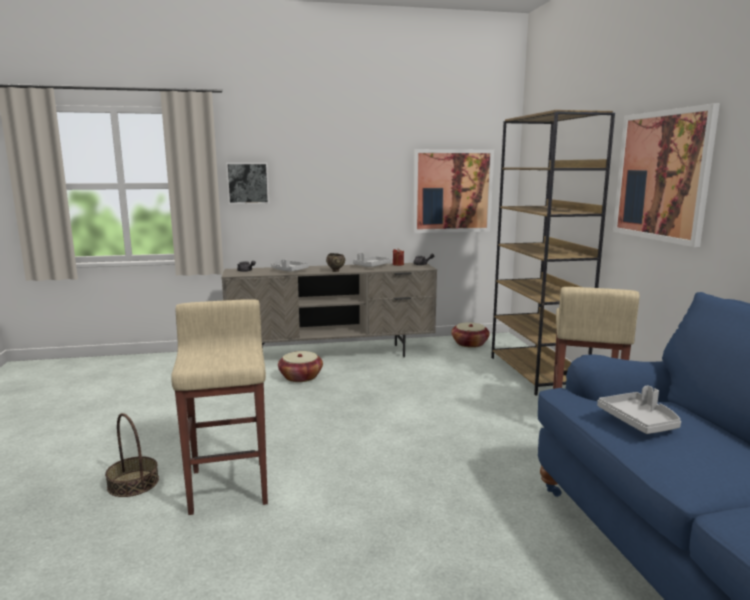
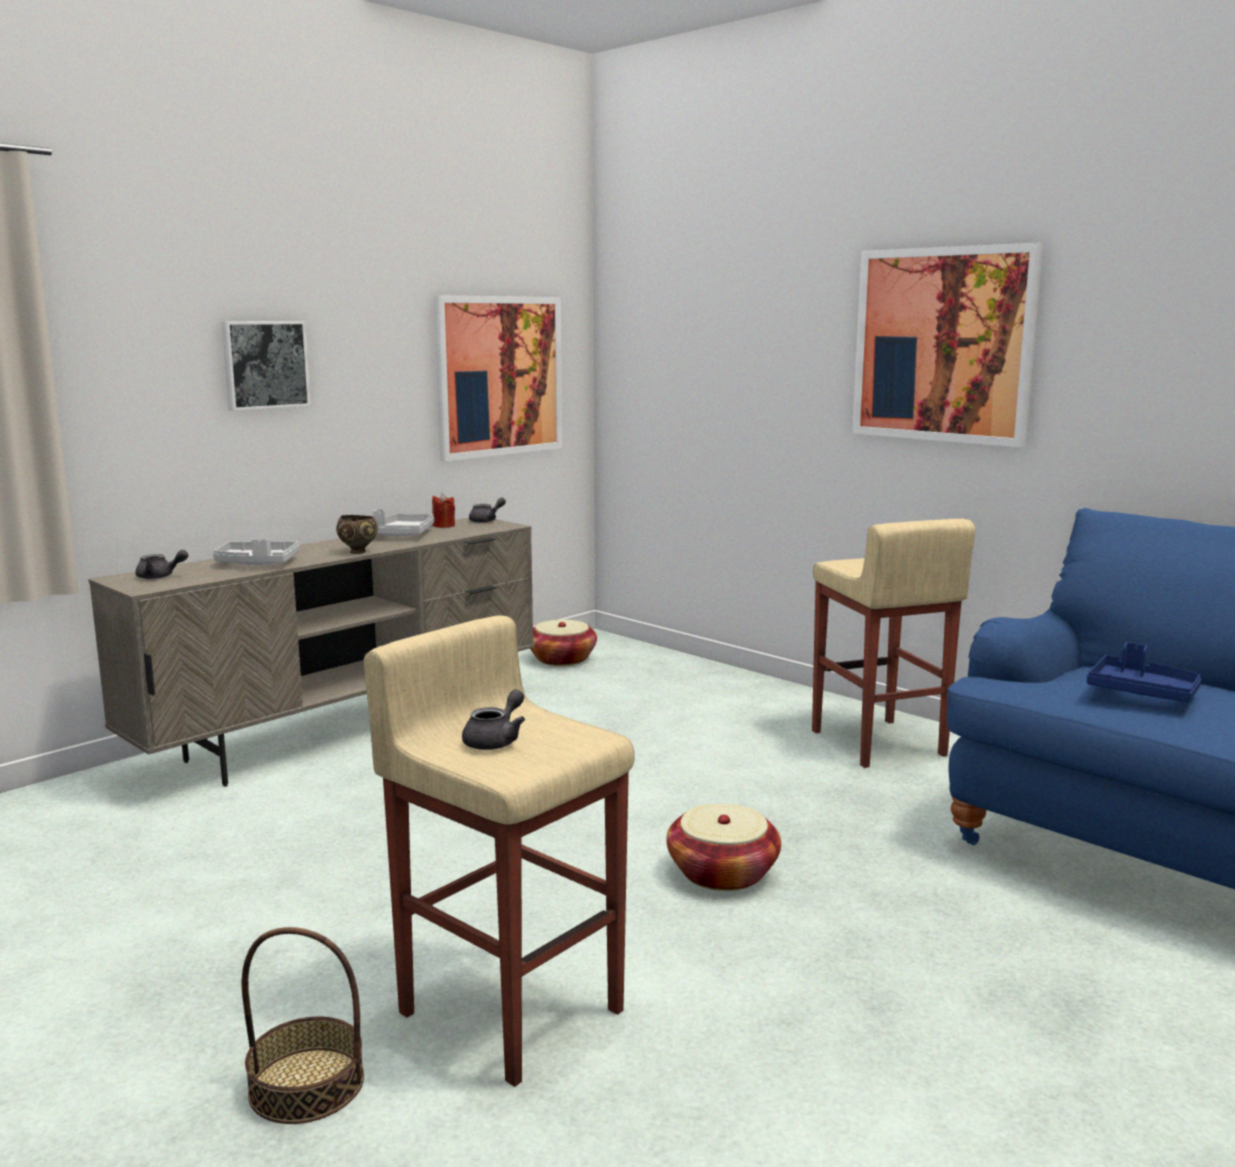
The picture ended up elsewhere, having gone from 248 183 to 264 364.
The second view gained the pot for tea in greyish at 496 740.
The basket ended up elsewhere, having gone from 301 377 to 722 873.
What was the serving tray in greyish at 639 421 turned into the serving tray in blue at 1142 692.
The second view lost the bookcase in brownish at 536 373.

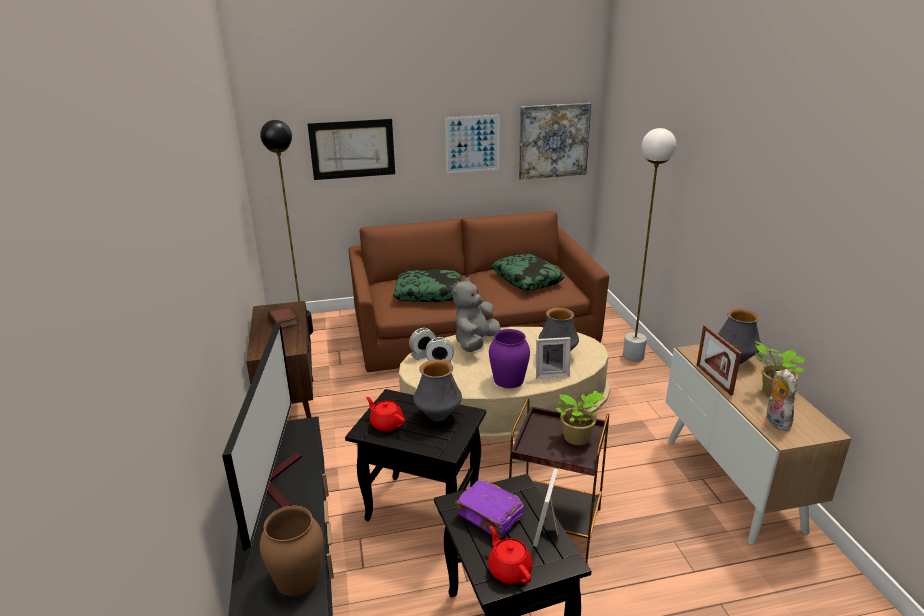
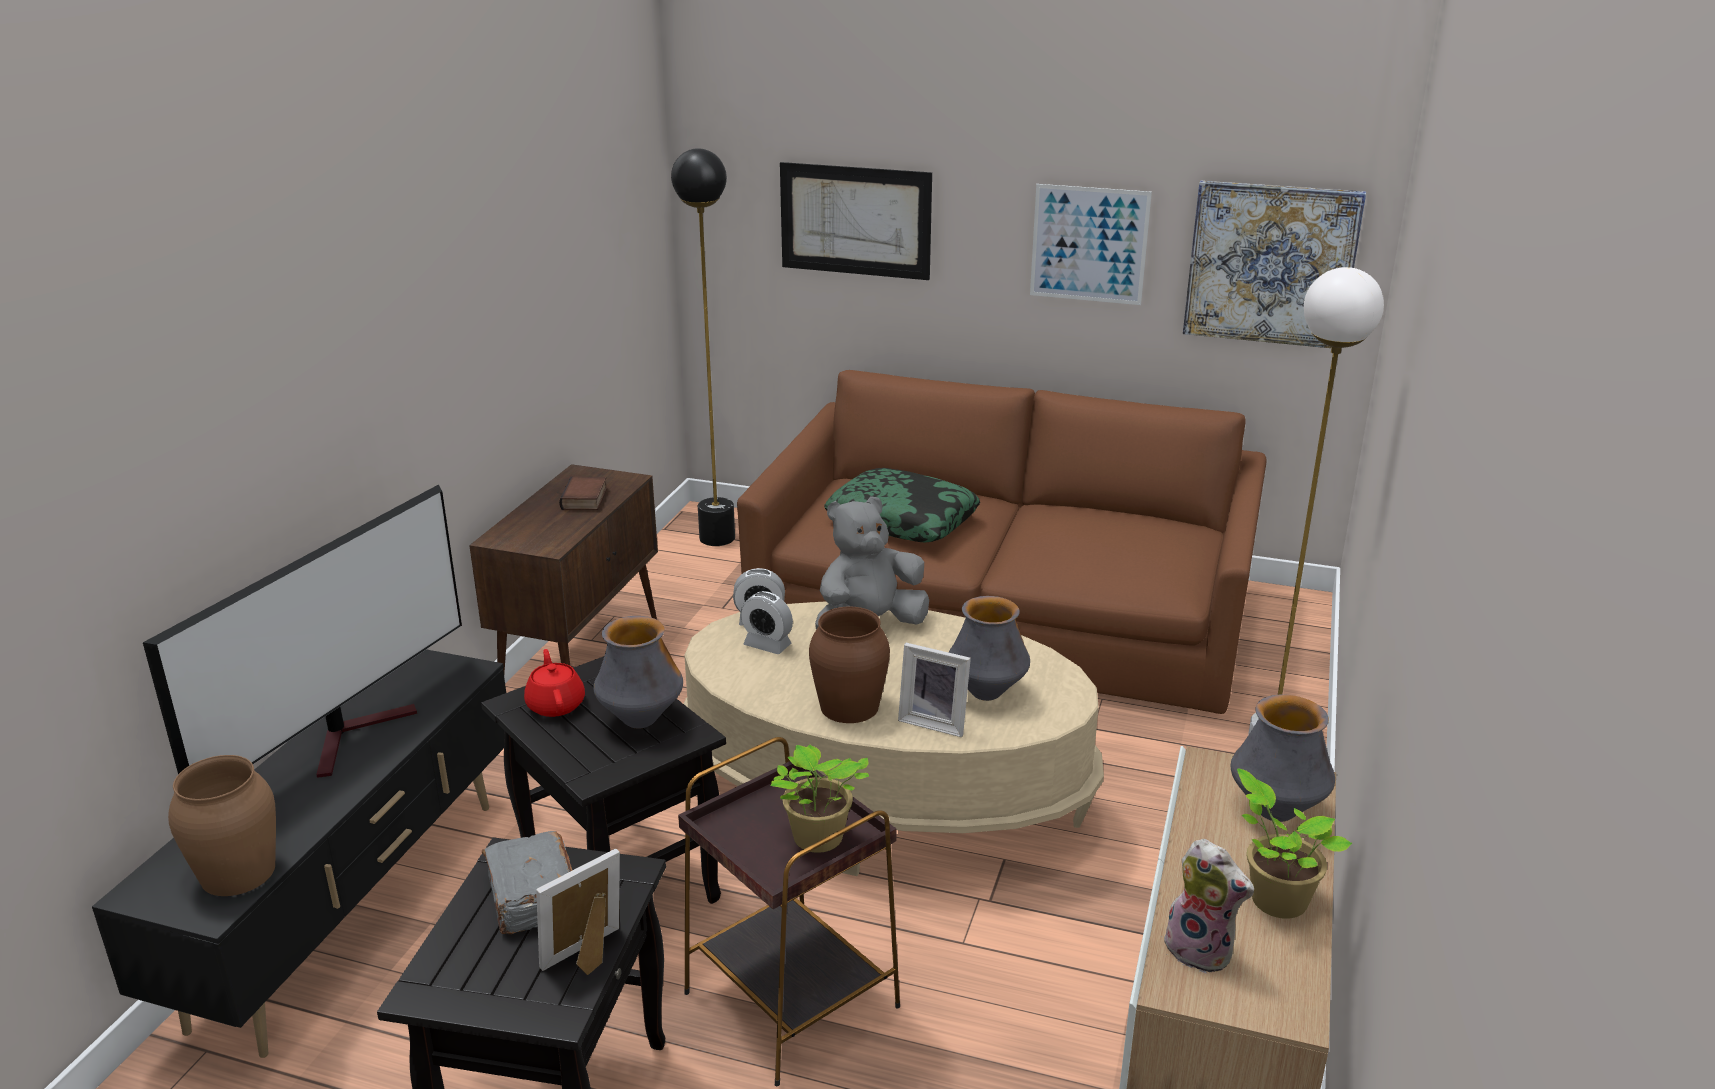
What was the bound book in purplish at 490 517 turned into the bound book in greyish at 532 898.
What was the flower vase in purplish at 509 380 turned into the flower vase in brownish at 849 707.
The soft toy at 775 421 ended up facing another way, 105 degrees clockwise from before.
The second view lost the pot for tea in reddish at 509 569.
The second view lost the throw pillow at 527 279.
The second view lost the picture frame at 714 379.

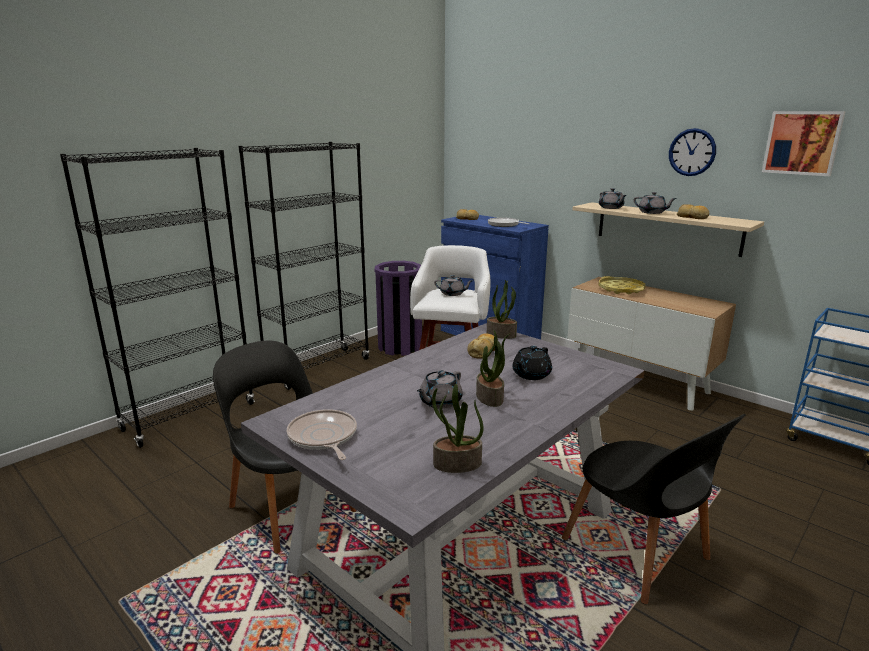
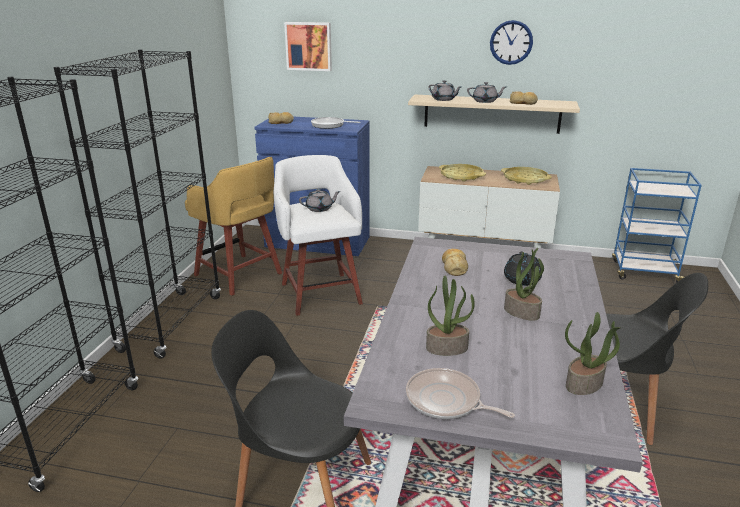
Where the rubbish bin in purplish stood at 400 347, the stool seat in yellow-coloured came to stand at 239 275.
The picture ended up elsewhere, having gone from 802 143 to 309 46.
The potted plant ended up elsewhere, having gone from 501 334 to 447 347.
The second view gained the serving tray in yellow-coloured at 525 179.
The second view lost the pot for tea in greyish at 439 402.

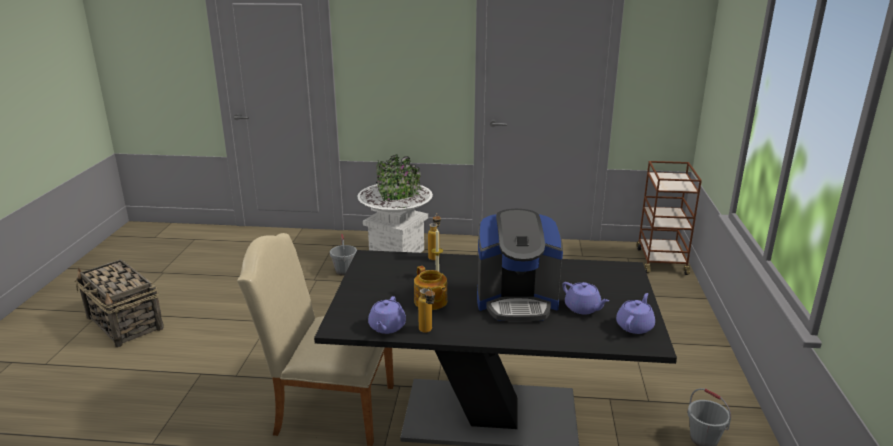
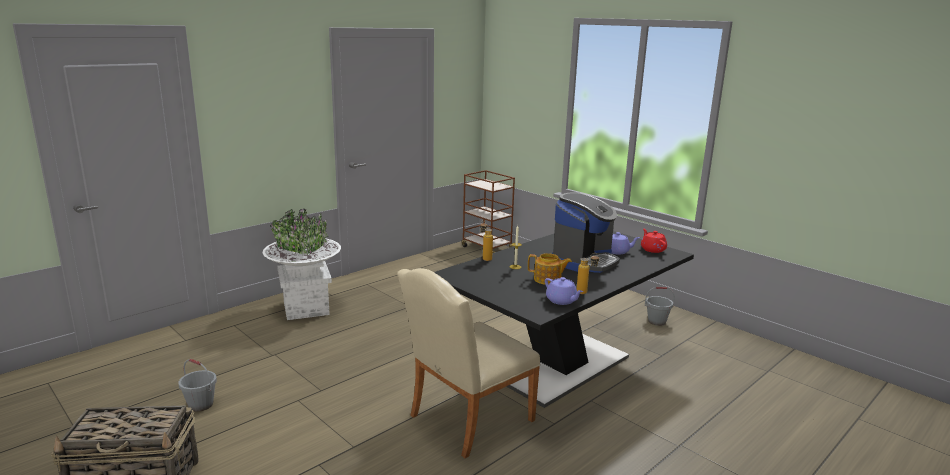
The bucket in greyish ended up elsewhere, having gone from 344 271 to 200 405.
What was the pot for tea in purplish at 635 326 turned into the pot for tea in reddish at 652 249.

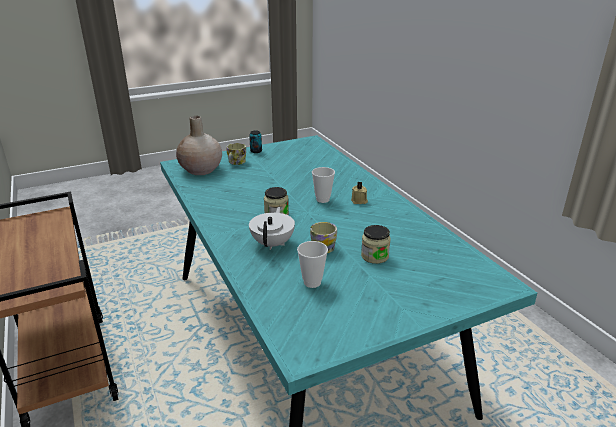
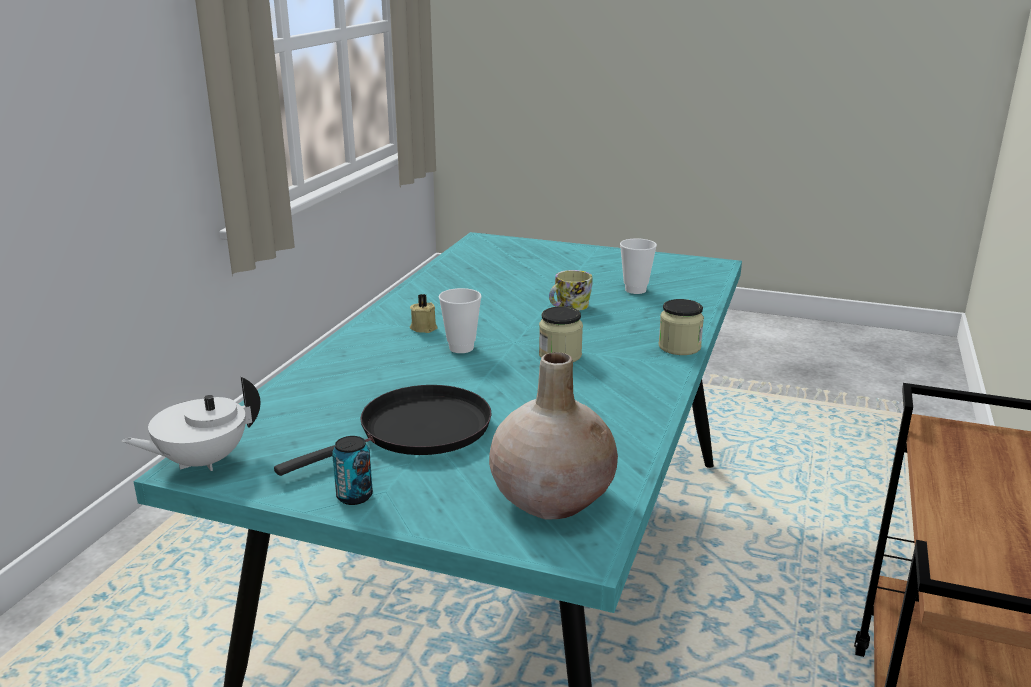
The pot for tea in white-coloured ended up elsewhere, having gone from 273 243 to 202 461.
The second view gained the frying pan in blackish at 418 431.
The storage jar ended up elsewhere, having gone from 374 256 to 679 347.
The second view lost the tea mug at 235 163.

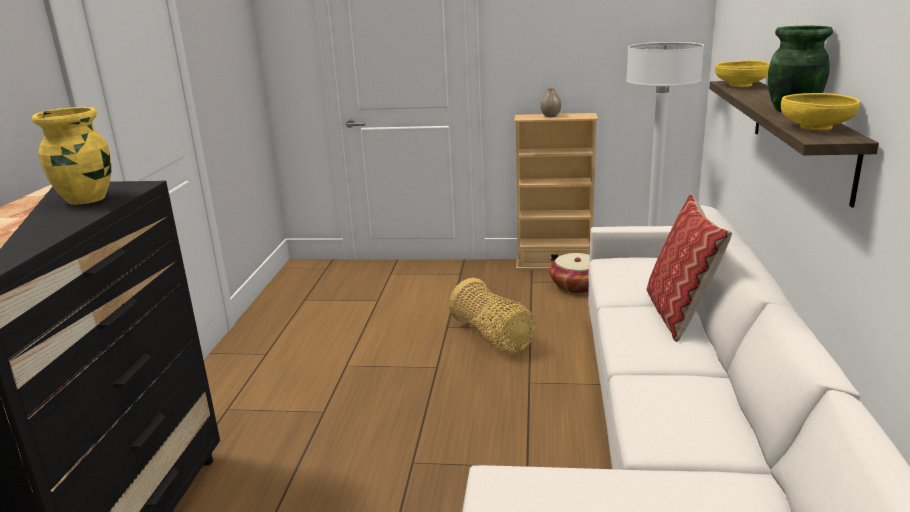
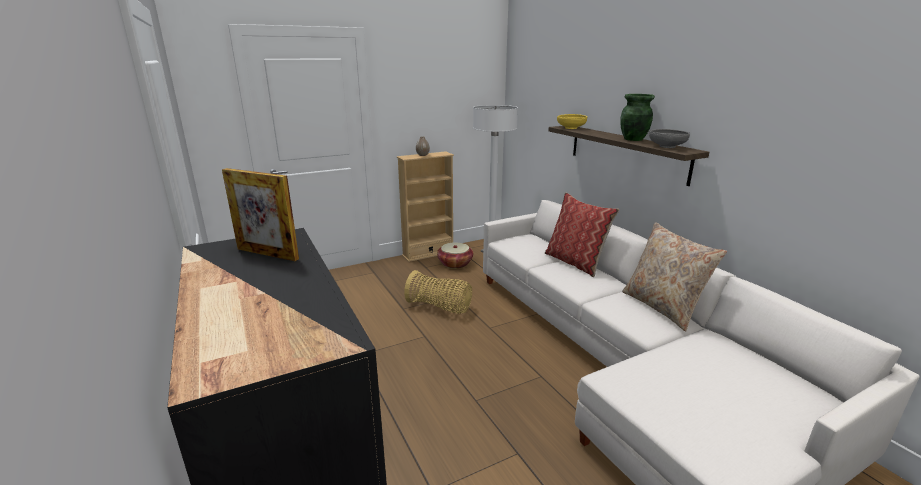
Where the flower vase in yellow-coloured stood at 87 199, the picture frame came to stand at 267 254.
The second view gained the throw pillow in beige-coloured at 662 307.
What was the deep dish in yellow-coloured at 815 127 turned into the deep dish in greyish at 666 146.

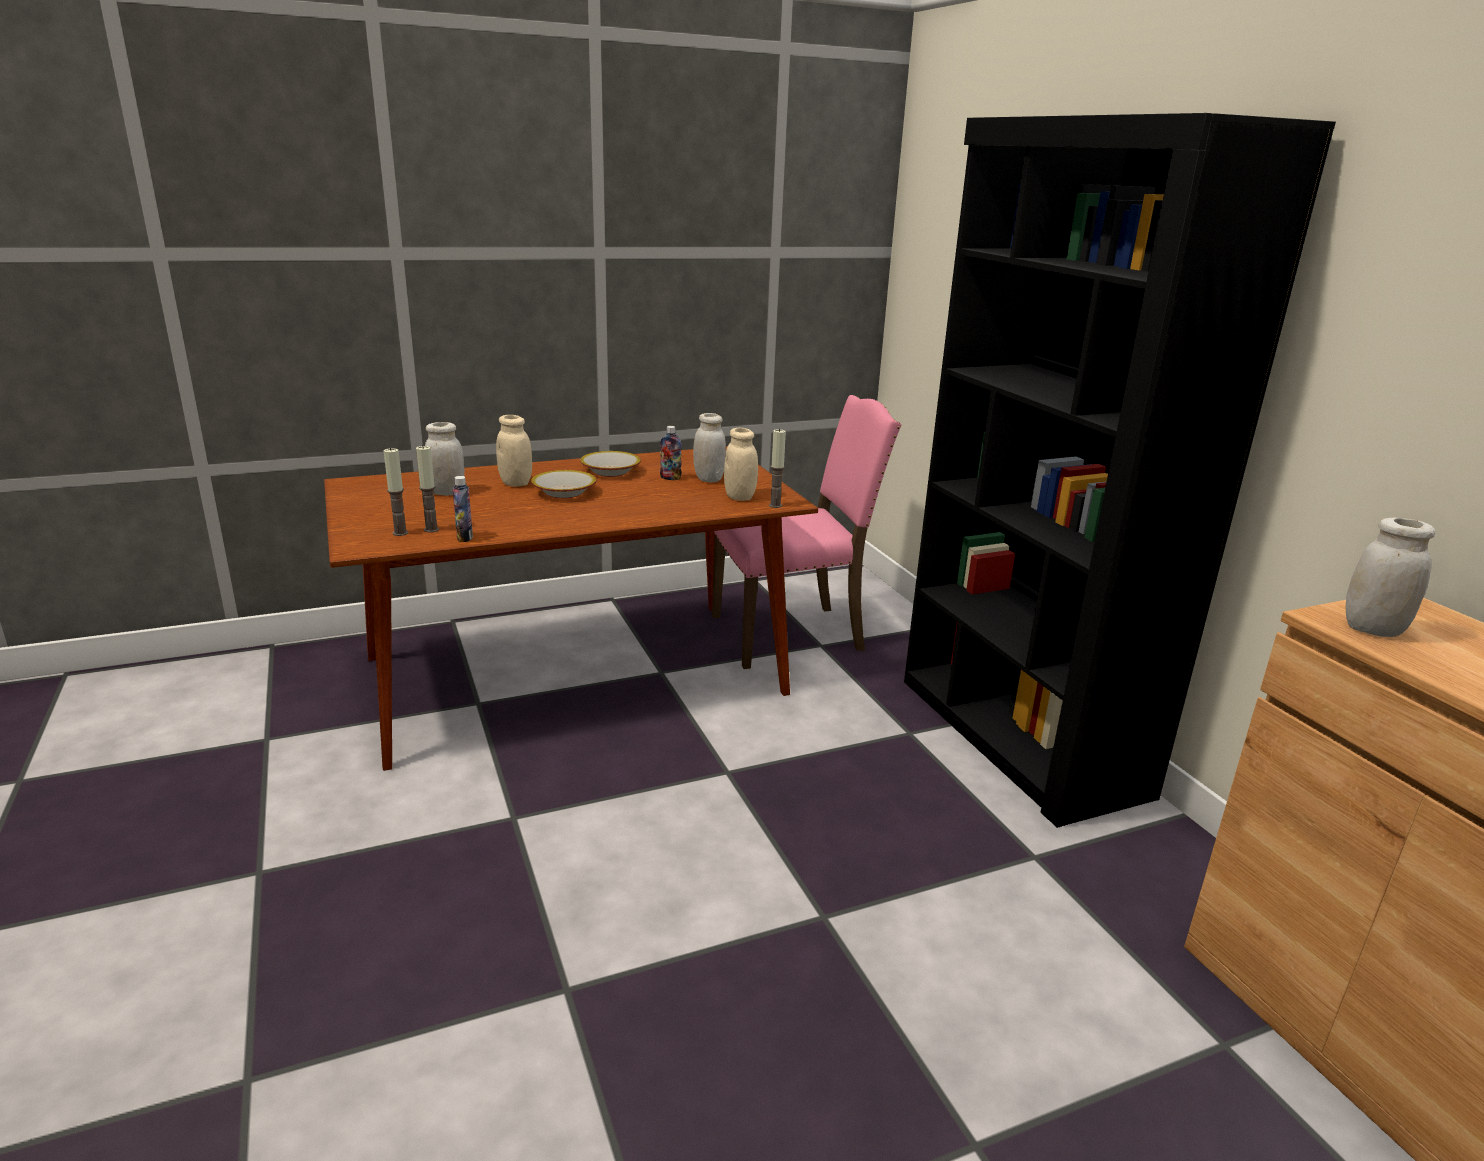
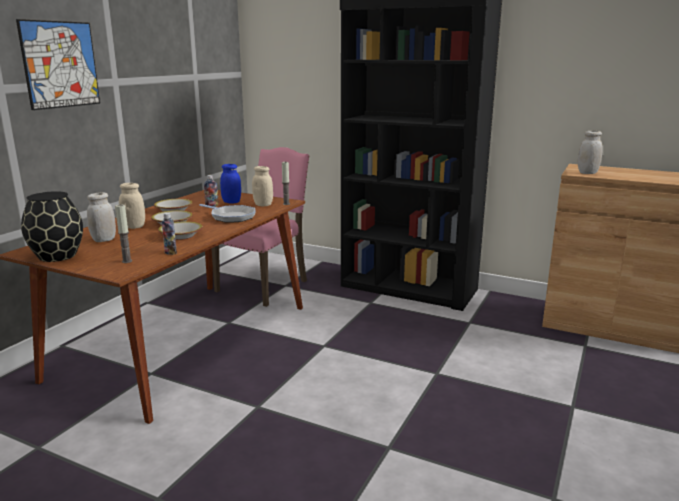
The second view gained the picture at 60 64.
The second view gained the flower vase in blackish at 56 256.
The second view gained the deep dish at 181 236.
The second view gained the frying pan at 231 217.
What was the storage jar in white-coloured at 709 479 turned into the storage jar in blue at 231 202.
The second view lost the candle at 431 529.

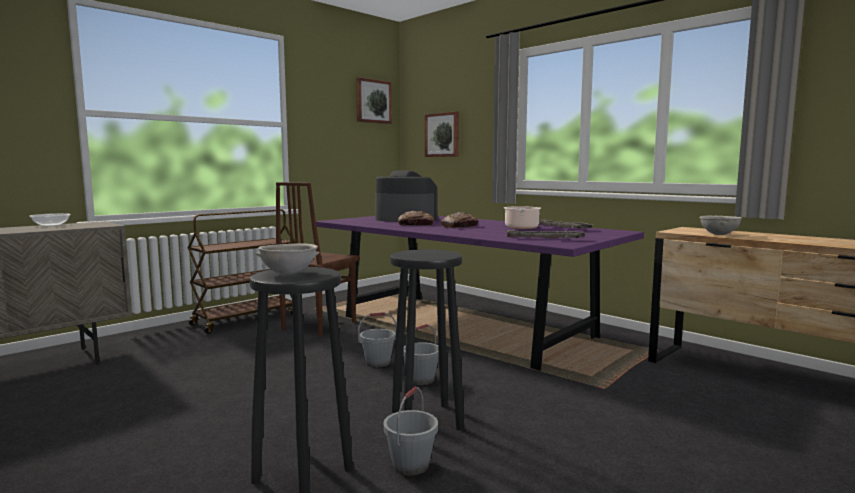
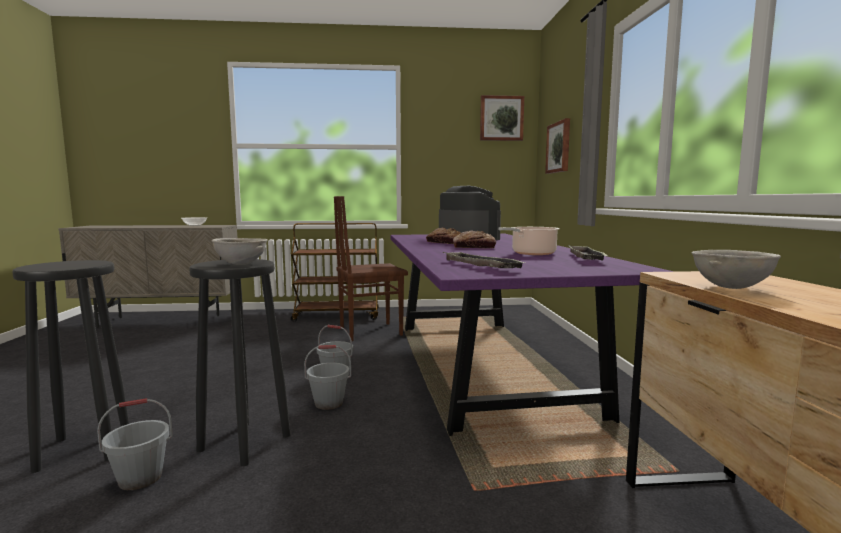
The deep dish in greyish ended up elsewhere, having gone from 288 274 to 241 264.

